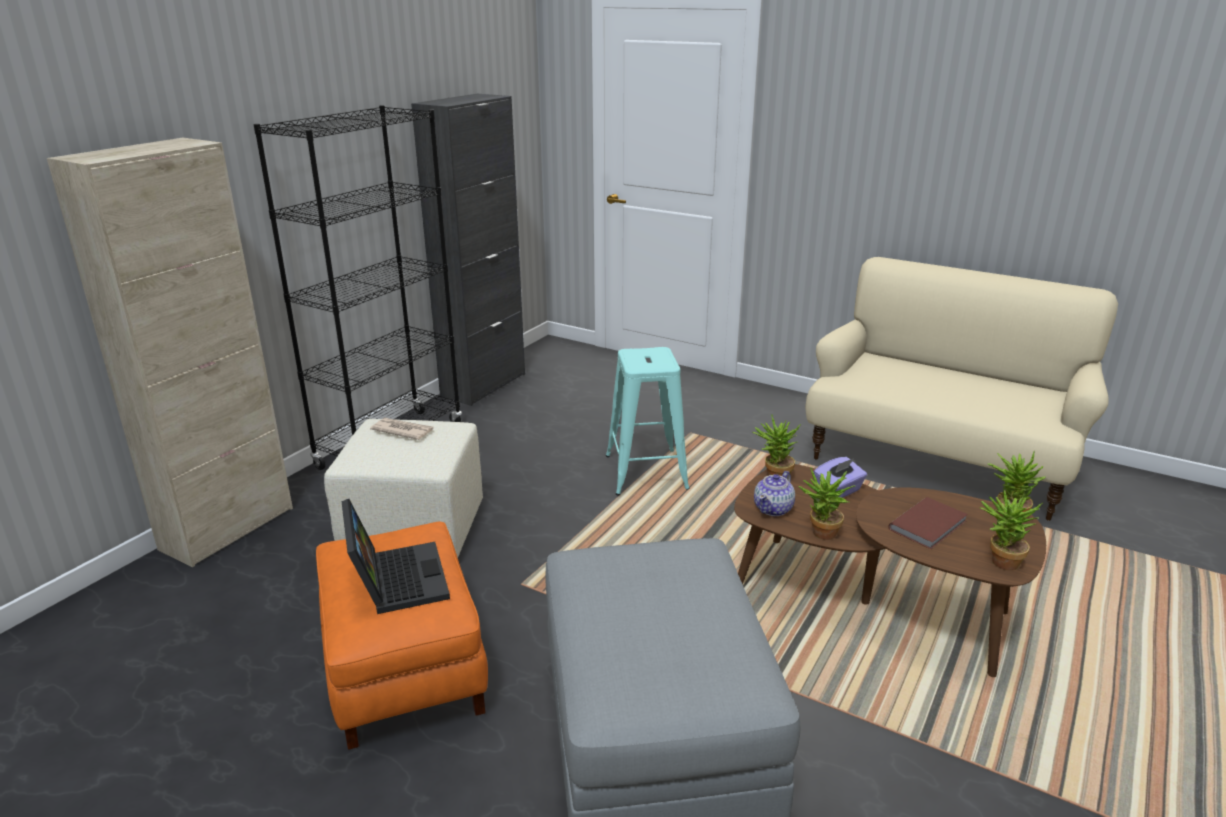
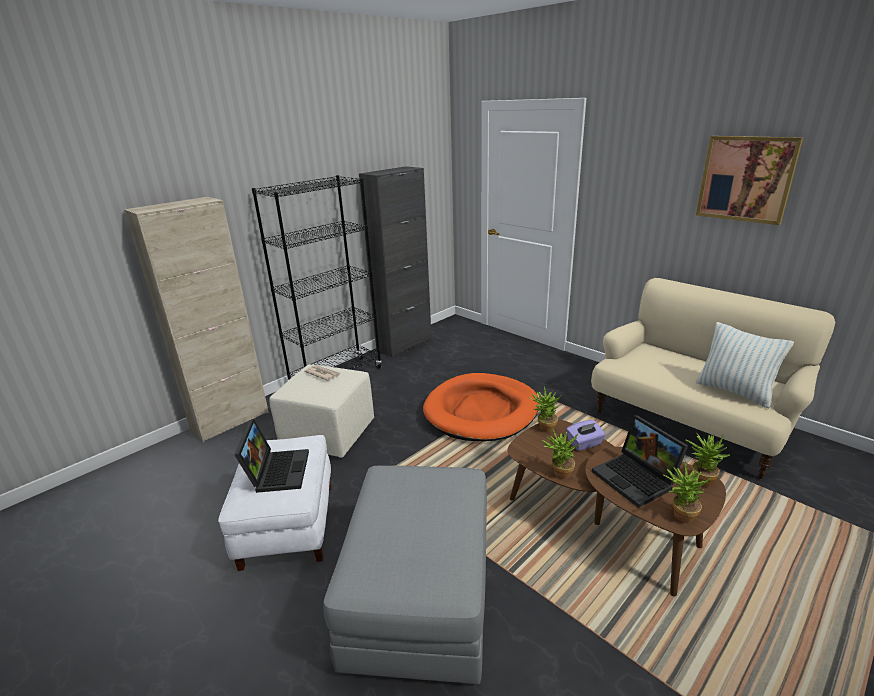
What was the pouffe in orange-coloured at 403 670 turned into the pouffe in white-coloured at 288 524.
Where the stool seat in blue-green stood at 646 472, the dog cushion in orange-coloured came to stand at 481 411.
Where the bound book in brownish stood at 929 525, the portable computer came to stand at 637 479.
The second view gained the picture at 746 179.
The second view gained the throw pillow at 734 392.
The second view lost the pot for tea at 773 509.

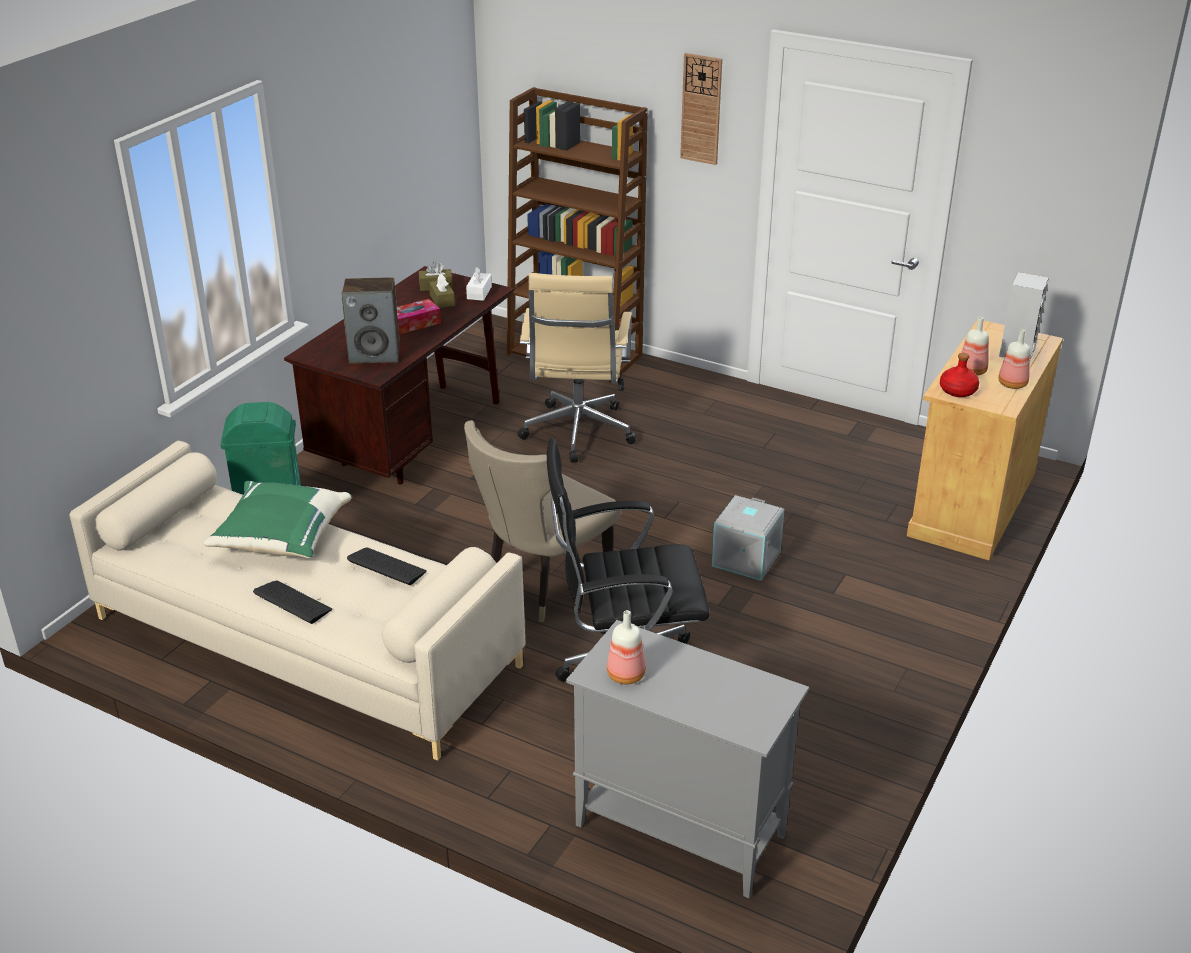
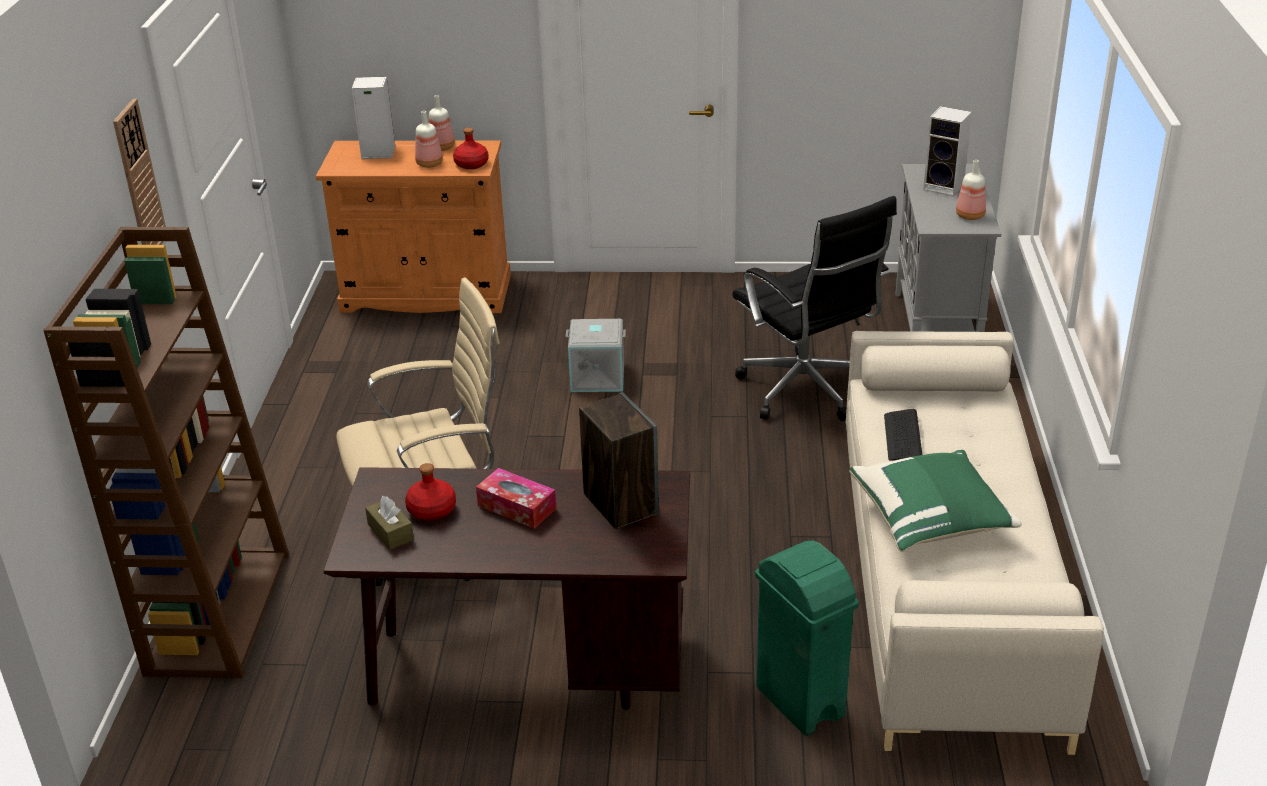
What was the storage cabinet in beige-coloured at 972 503 turned into the storage cabinet in orange-coloured at 426 294.
Where the box of tissues in brownish stood at 442 300, the drink bottle in reddish came to stand at 431 510.
The second view gained the speaker at 945 187.
The second view lost the keyboard at 293 602.
The second view lost the upright chair in beige-coloured at 541 586.
The second view lost the box of tissues in white-coloured at 479 293.

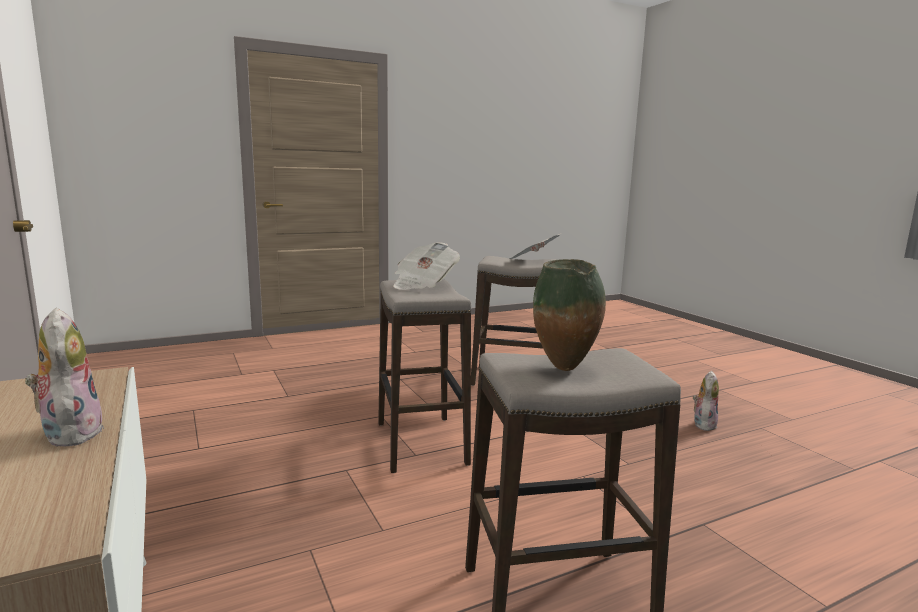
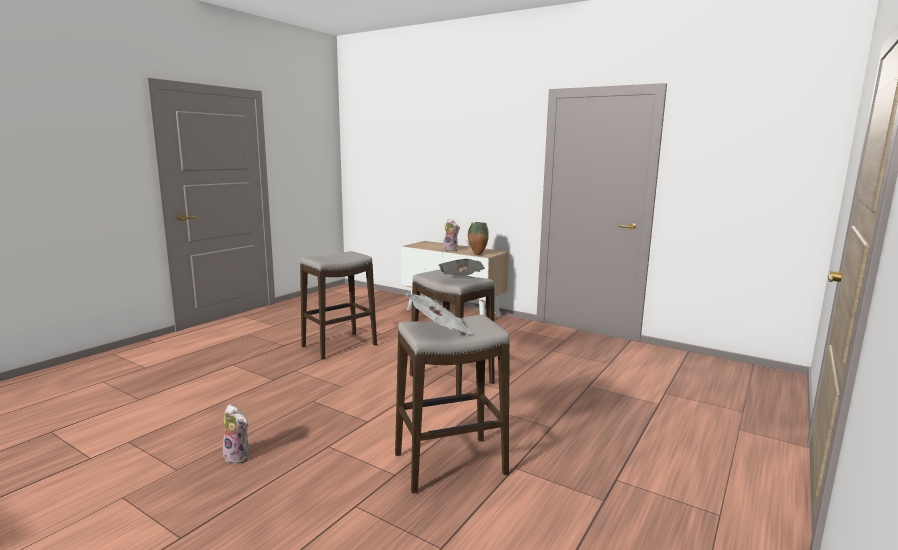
The soft toy at 703 424 ended up facing another way, 60 degrees counterclockwise from before.
The flower vase ended up elsewhere, having gone from 565 369 to 477 254.

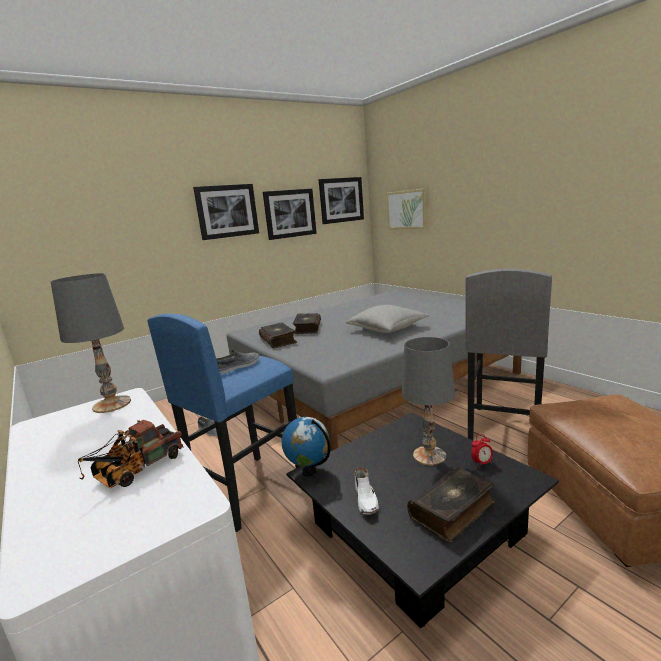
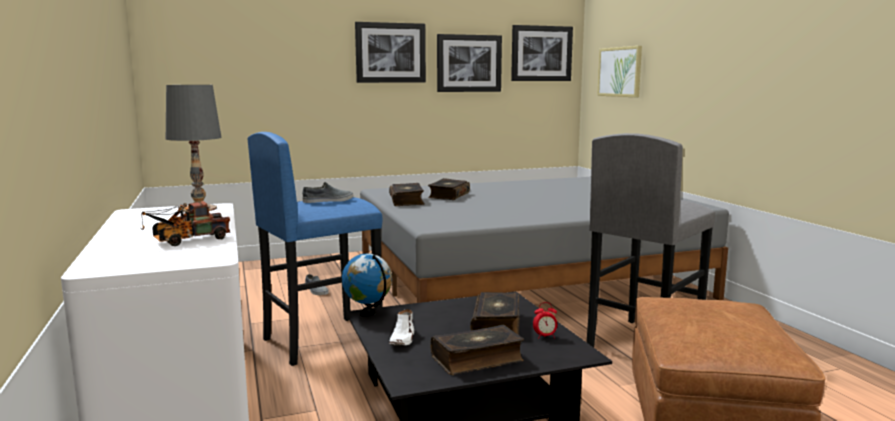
Where the table lamp in greyish stood at 430 456, the bound book came to stand at 497 323.
The second view lost the throw pillow in greyish at 387 328.

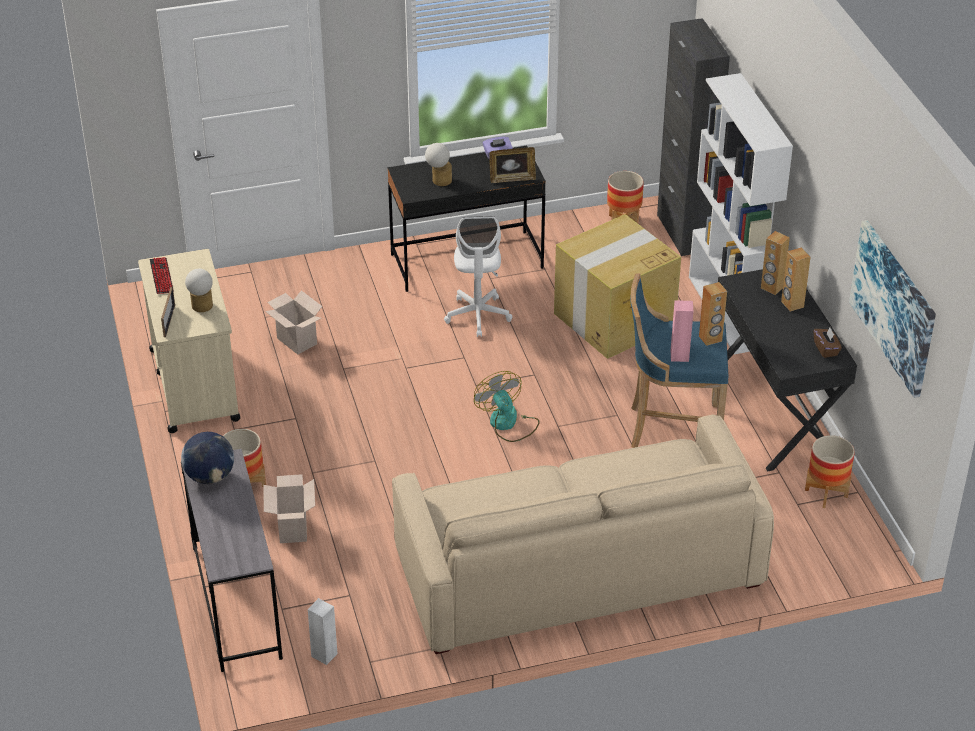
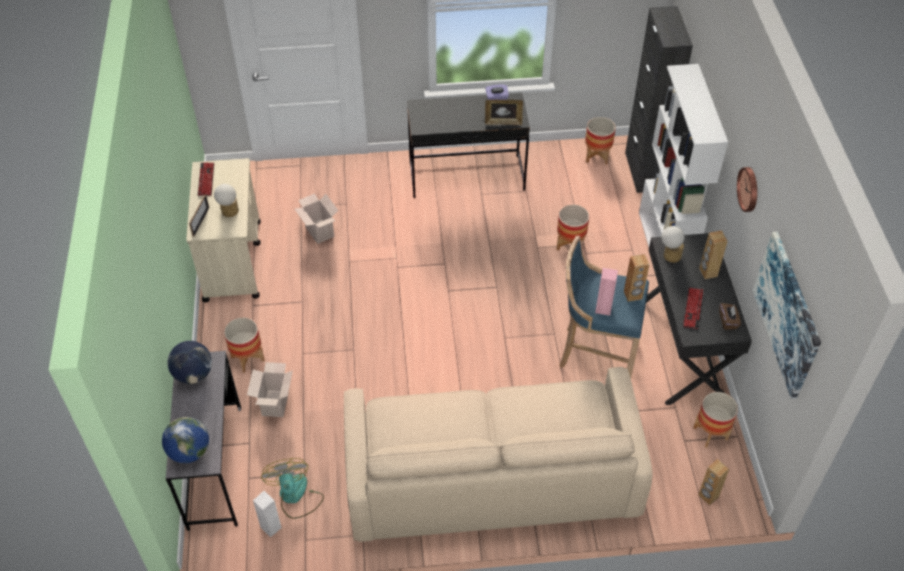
The second view gained the globe at 189 452.
The fan ended up elsewhere, having gone from 508 424 to 295 496.
Where the cardboard box stood at 613 320, the plant pot came to stand at 570 245.
The table lamp ended up elsewhere, having gone from 439 180 to 669 255.
The second view gained the keyboard at 693 309.
The speaker in brownish ended up elsewhere, having gone from 772 288 to 708 496.
The second view gained the clock on the wall at 749 189.
The second view lost the office chair in white-coloured at 478 316.

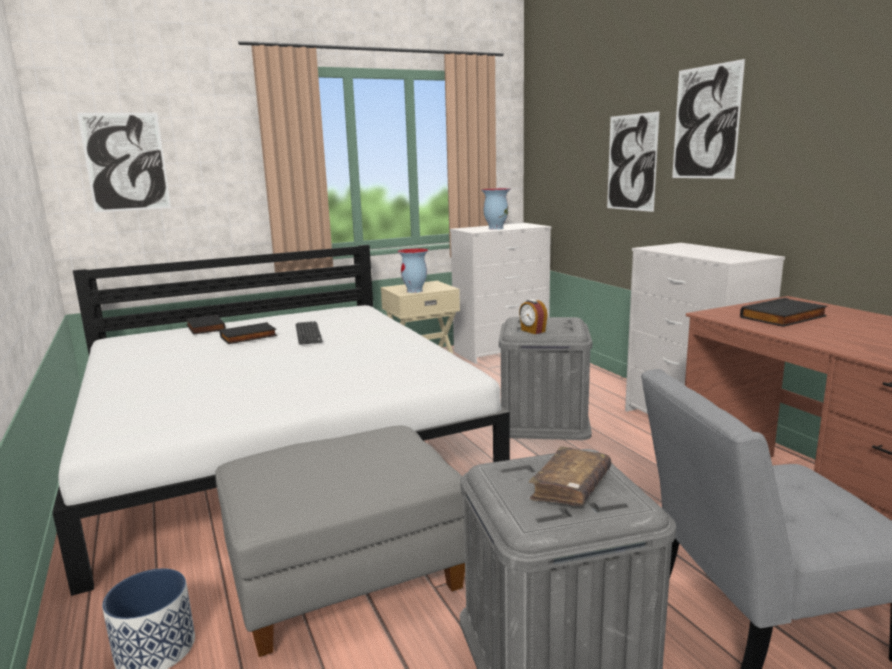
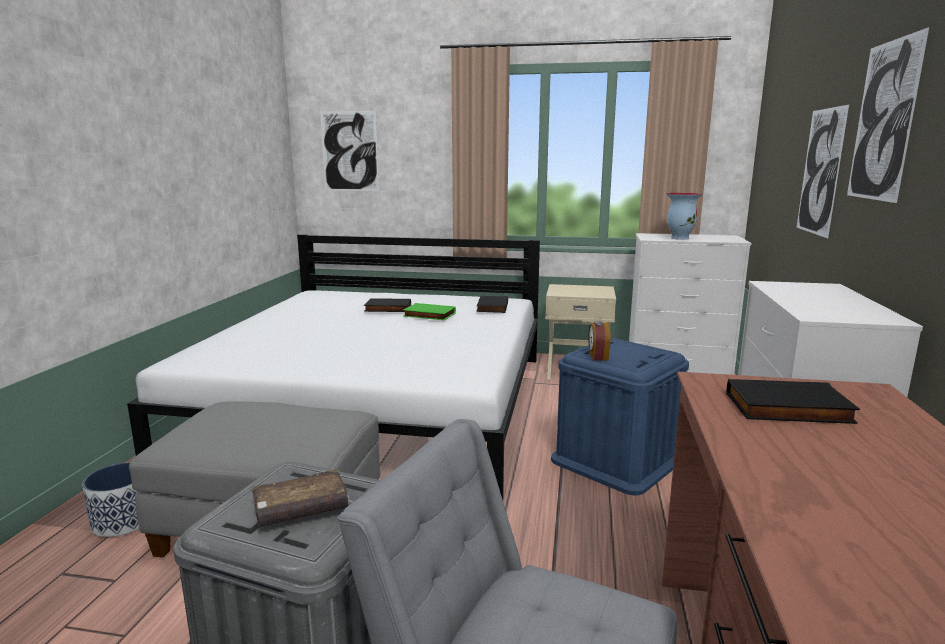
Where the keyboard stood at 308 333, the bound book in greenish came to stand at 428 315.
The bound book in blackish ended up elsewhere, having gone from 204 327 to 491 307.
What was the storage bin in greyish at 543 420 turned into the storage bin in blue at 616 459.
The second view lost the flower vase at 415 291.

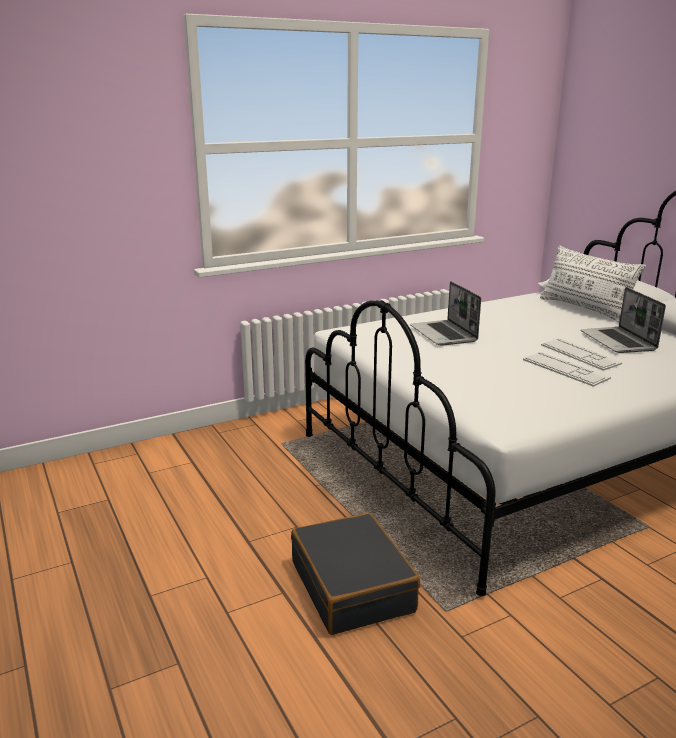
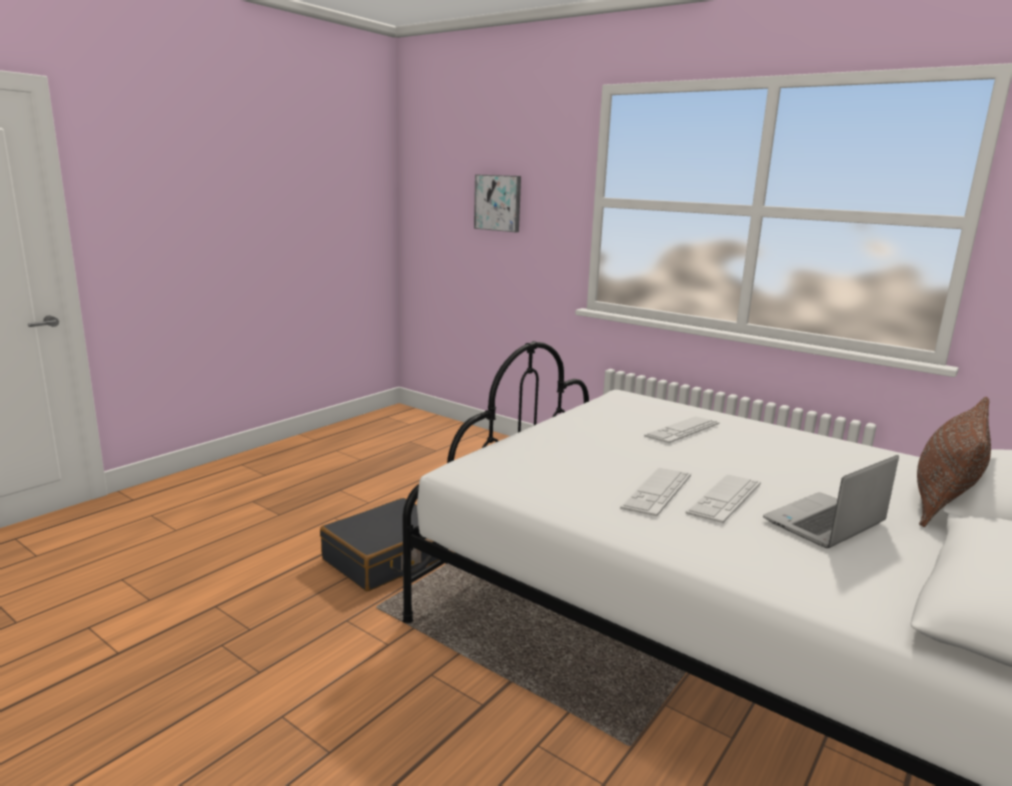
The second view gained the picture at 498 203.
Where the portable computer stood at 444 334, the keyboard came to stand at 682 430.
What was the throw pillow in white-coloured at 585 309 turned into the throw pillow in brownish at 943 499.

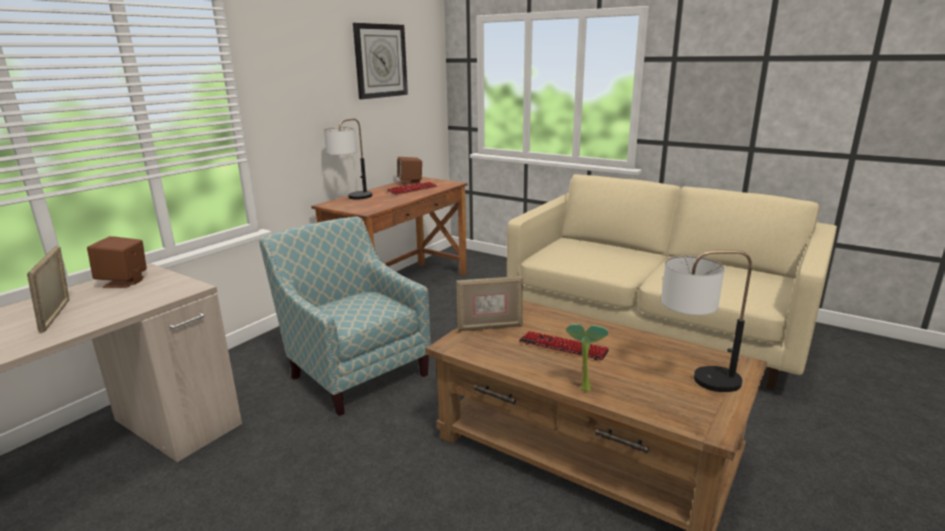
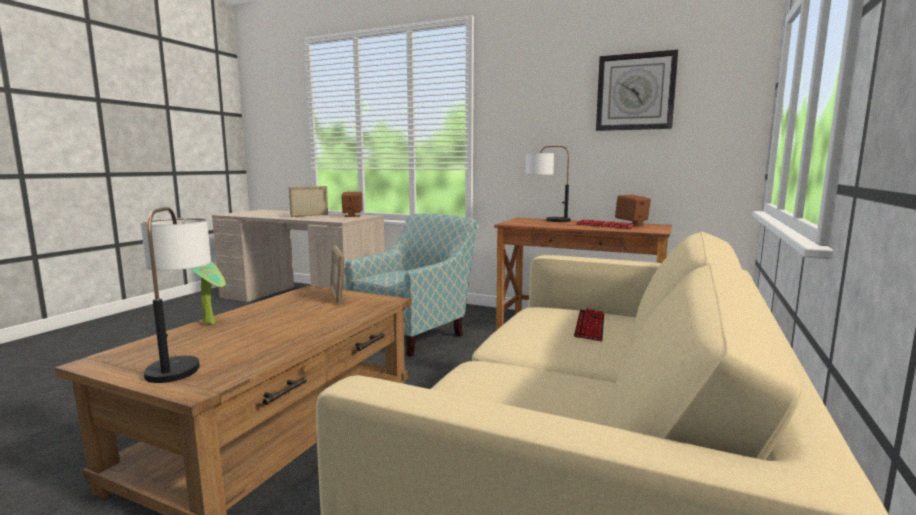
The keyboard ended up elsewhere, having gone from 563 347 to 590 326.

